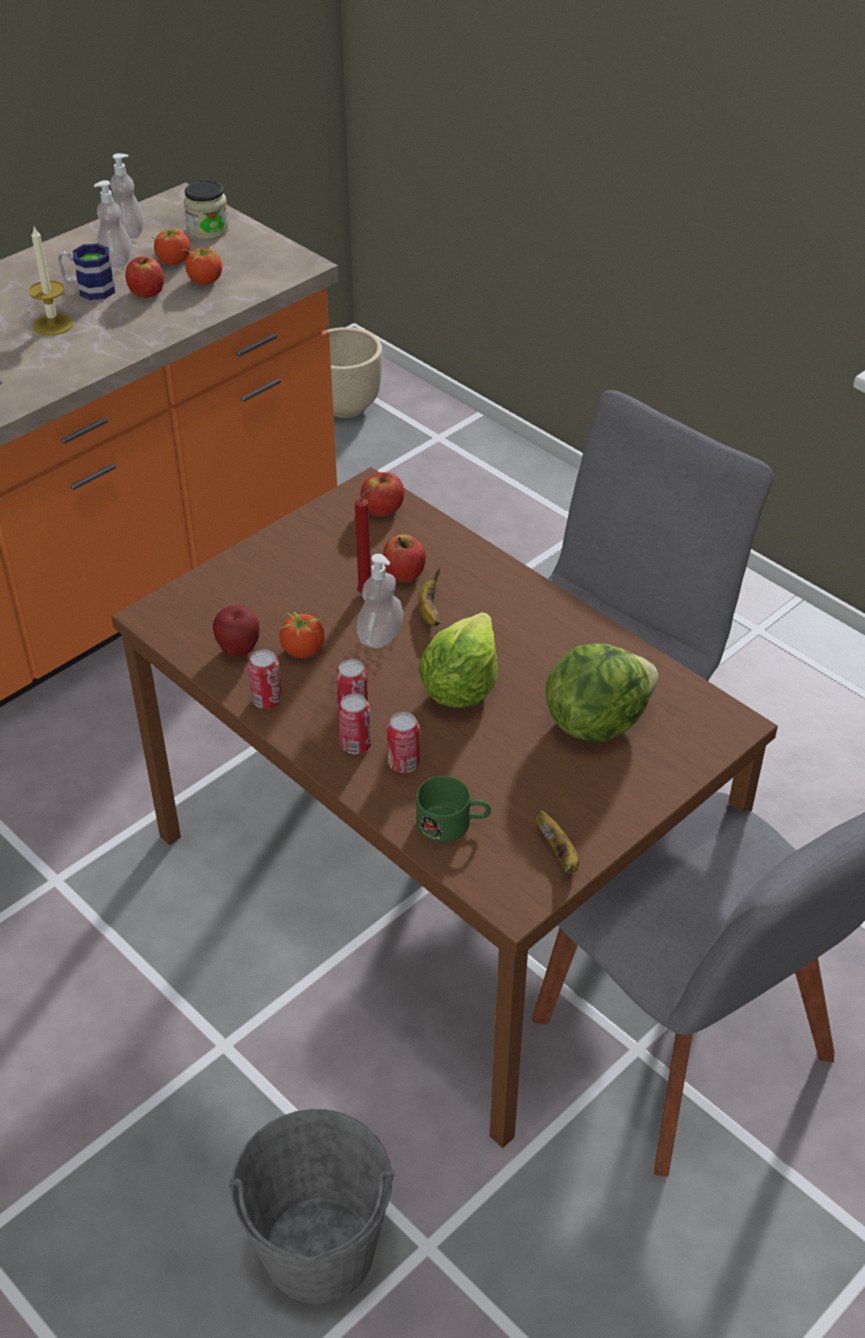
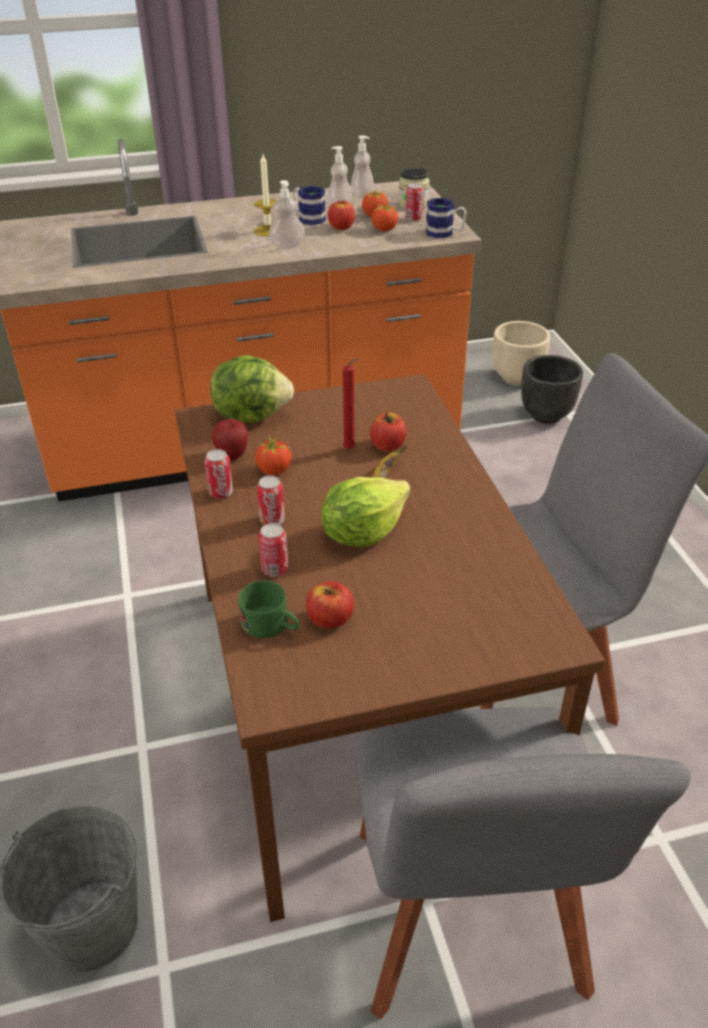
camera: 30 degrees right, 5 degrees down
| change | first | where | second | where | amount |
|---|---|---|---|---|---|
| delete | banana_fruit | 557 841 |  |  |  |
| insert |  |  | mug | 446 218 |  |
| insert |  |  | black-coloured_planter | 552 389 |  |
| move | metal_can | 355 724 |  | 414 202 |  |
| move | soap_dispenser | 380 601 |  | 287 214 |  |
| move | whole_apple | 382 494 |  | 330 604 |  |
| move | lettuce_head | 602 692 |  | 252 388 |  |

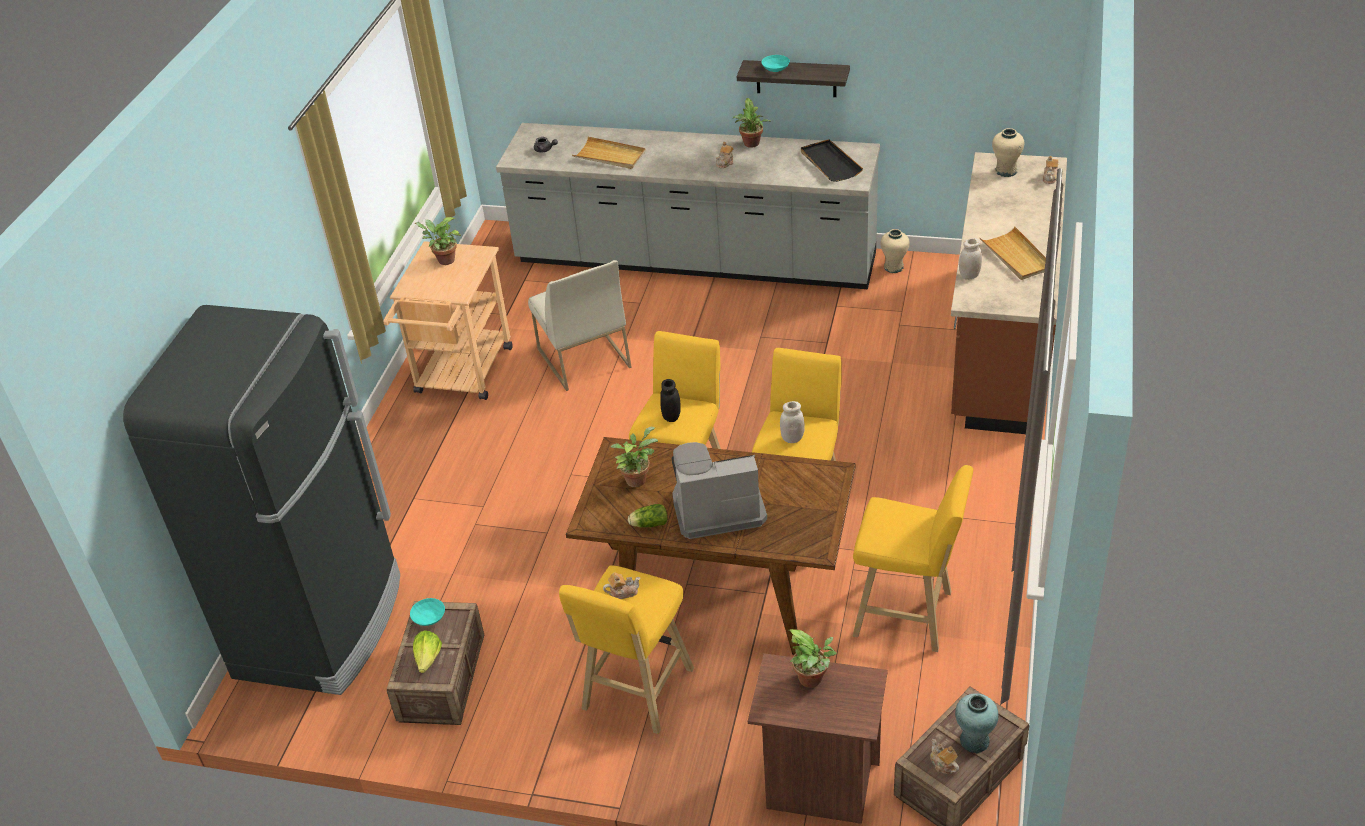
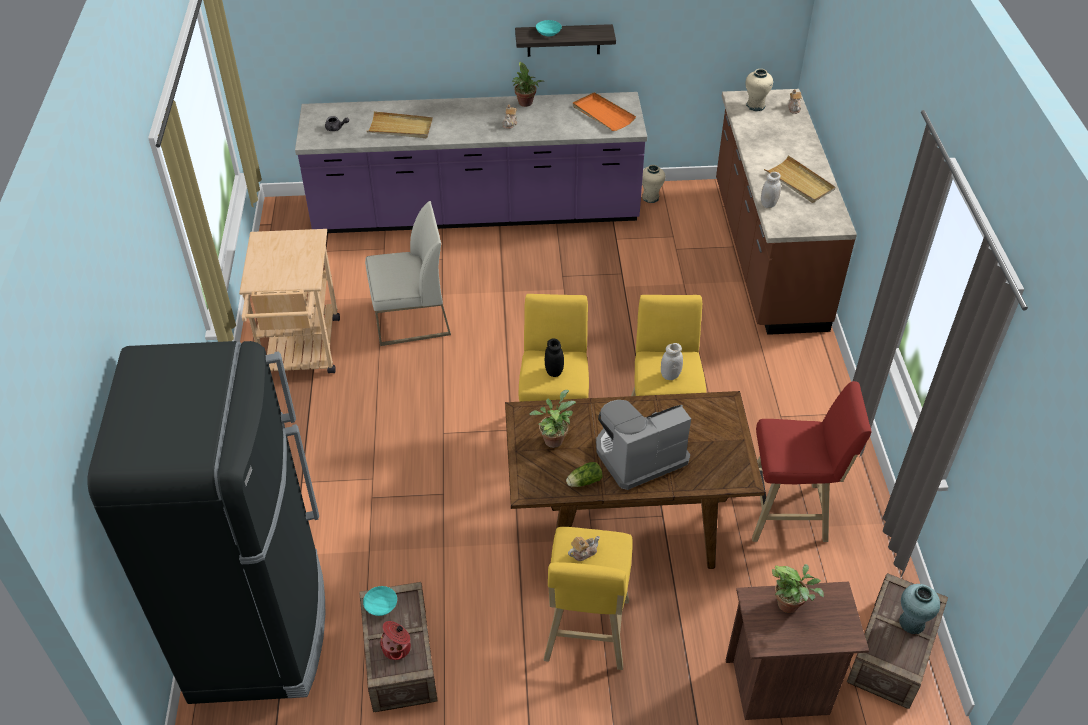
camera: 20 degrees left, 5 degrees up
| change | first | where | second | where | amount |
|---|---|---|---|---|---|
| delete | plant_in_a_pot | 438 241 |  |  |  |
| delete | tea_pot | 944 756 |  |  |  |
| replace | lettuce_head | 427 651 | cooking_pot | 395 640 |  |
| recolor | greyish_counter | 688 206 | purple-coloured_counter | 471 162 |  |
| recolor | black-coloured_carrying_tray | 832 160 | orange_carrying_tray | 604 111 |  |
| recolor | yellow-coloured_stool | 913 558 | red-coloured_stool | 812 461 |  |
| rotate | whitish_plain_chair | 580 325 |  | 408 273 | 60 degrees counterclockwise |

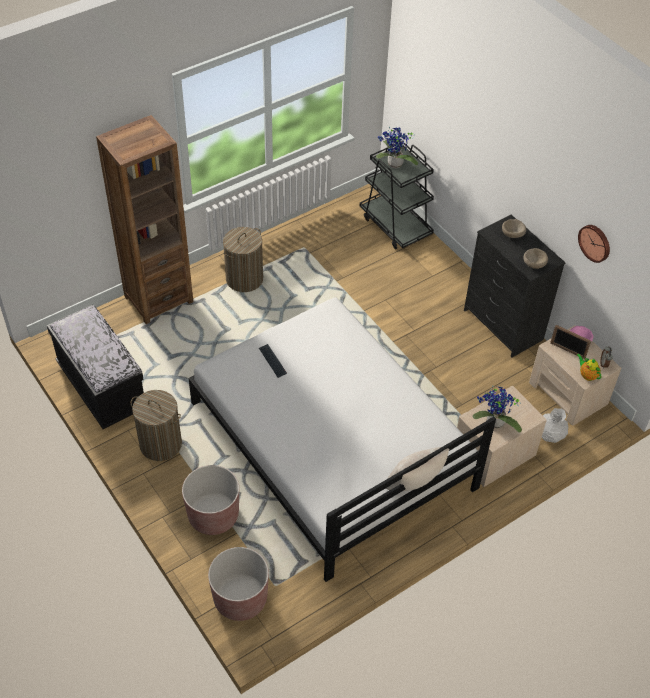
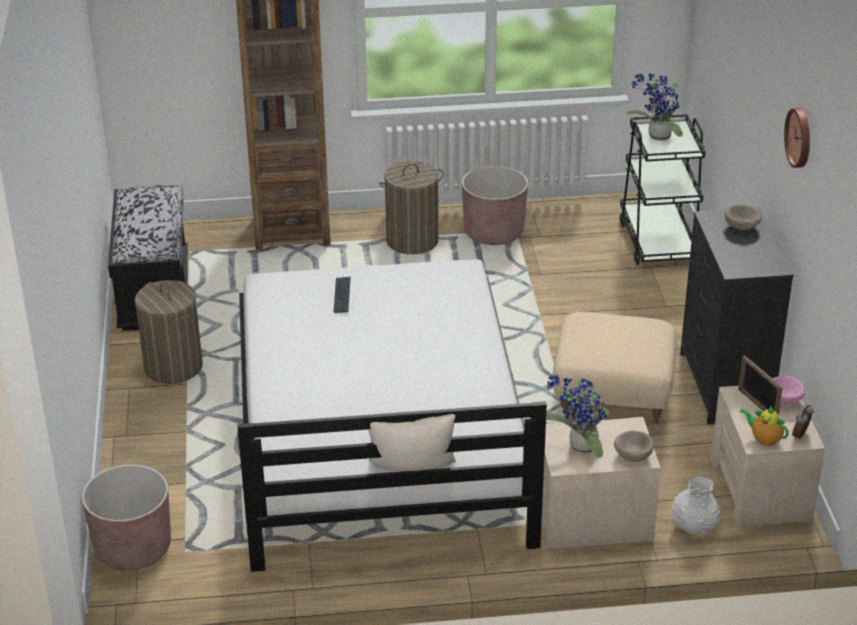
camera: 30 degrees right, 15 degrees down
| change | first | where | second | where | amount |
|---|---|---|---|---|---|
| insert |  |  | sand-coloured_pouffe | 615 370 |  |
| move | brown-coloured_planter | 210 500 |  | 495 205 |  |
| move | sand-coloured_bowl | 535 258 |  | 634 446 |  |
| move | hanging_clock | 594 244 |  | 797 138 |  |
| rotate | tea_pot | 589 367 |  | 764 426 | 45 degrees counterclockwise |

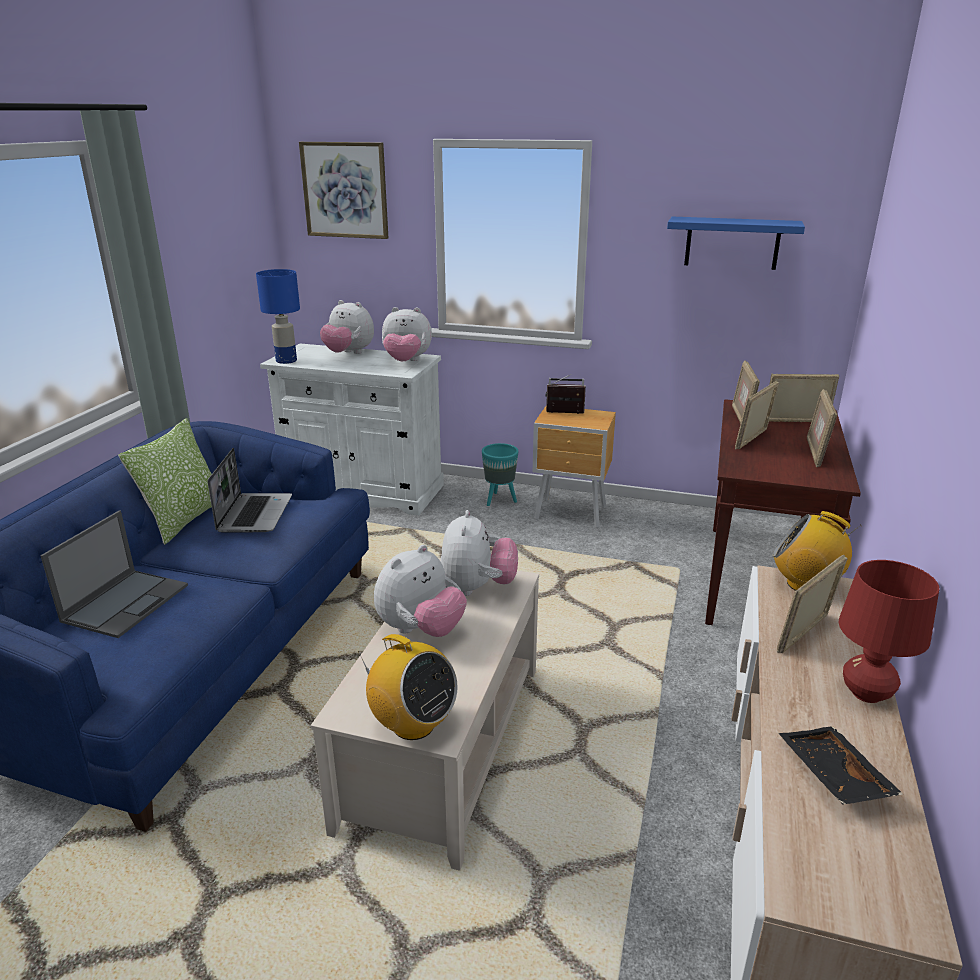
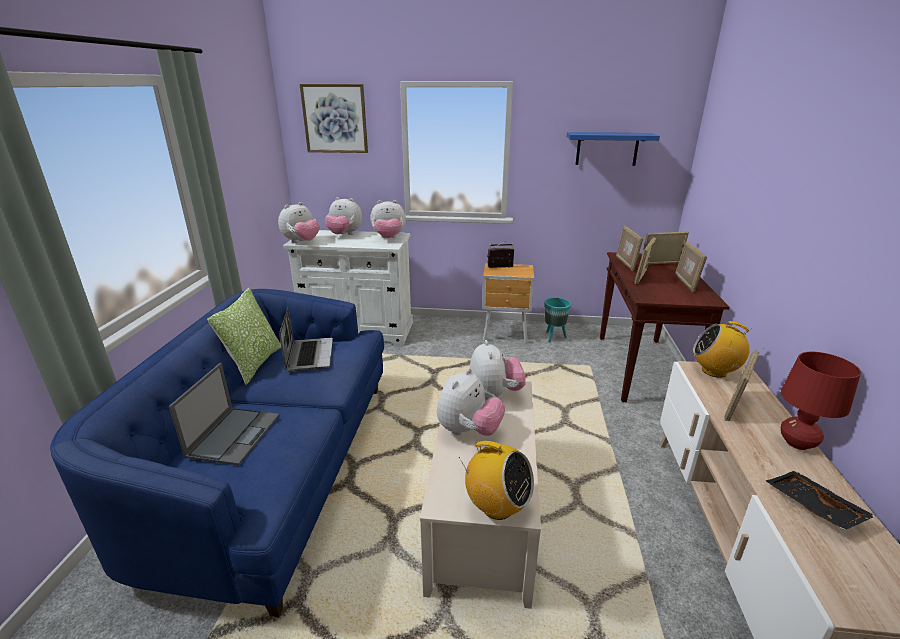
camera: 10 degrees left, 0 degrees up
| change | first | where | second | where | amount |
|---|---|---|---|---|---|
| move | turquoise_planter | 500 474 |  | 558 320 |  |
| replace | blue_tabletop_lamp | 278 316 | soft_toy | 299 222 |  |

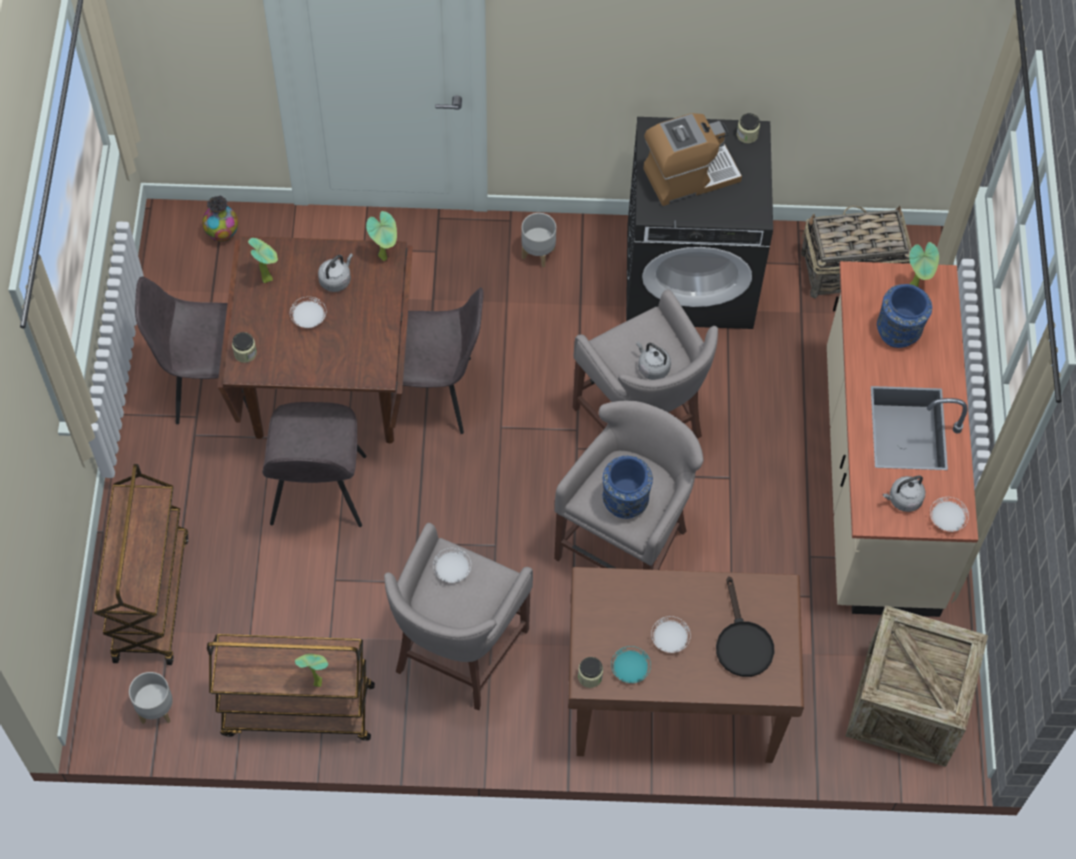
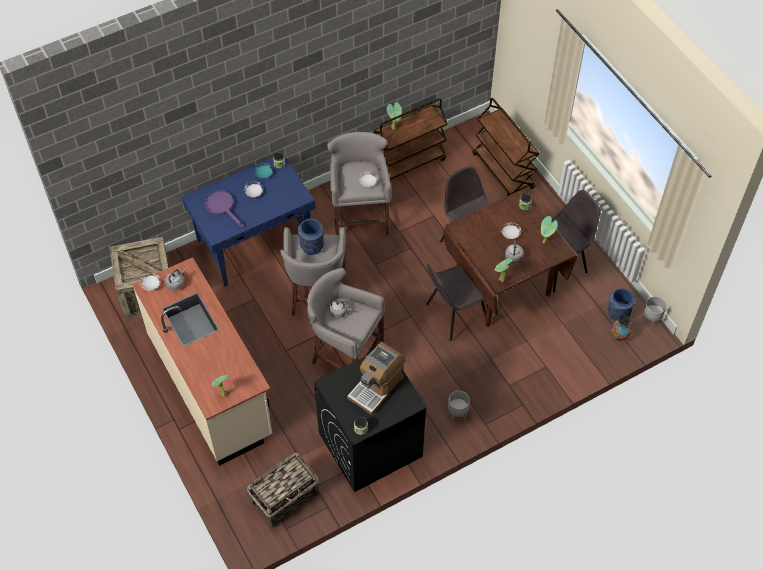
camera: 150 degrees right, 5 degrees down
| change | first | where | second | where | amount |
|---|---|---|---|---|---|
| move | greyish_planter | 151 698 |  | 654 312 |  |
| move | blue_decorative_vase | 904 316 |  | 621 304 |  |
| recolor | brown-coloured_desk | 686 665 | blue_desk | 249 220 |  |
| recolor | black-coloured_frying_pan | 745 626 | purple-coloured_frying_pan | 224 209 |  |

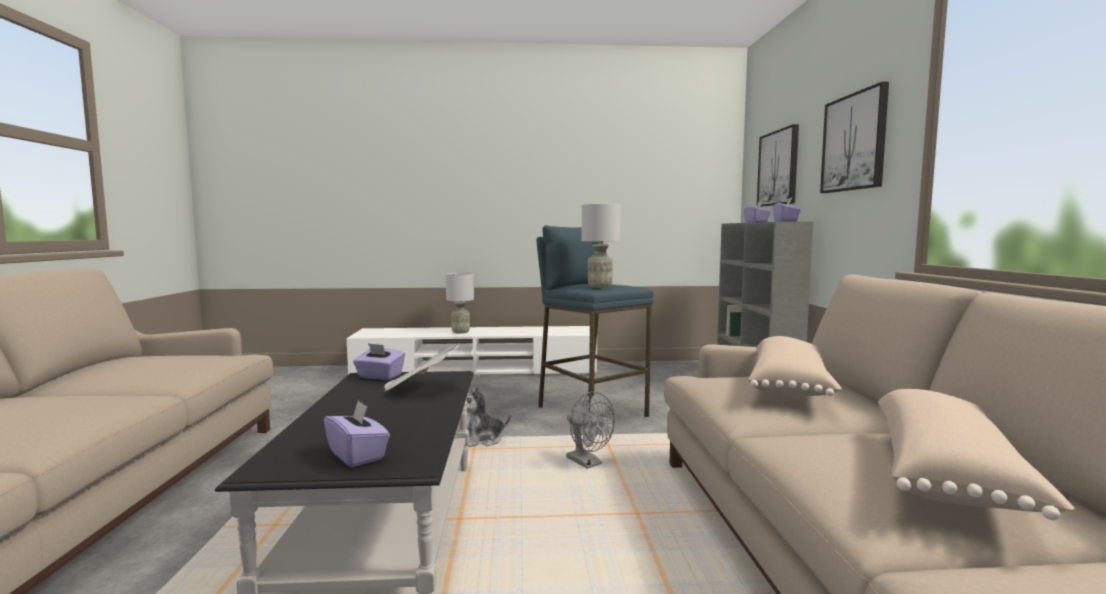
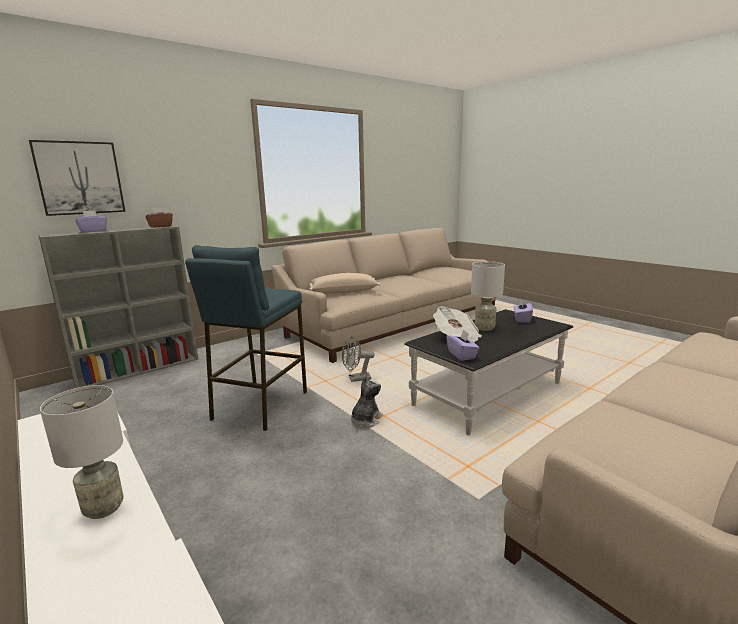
camera: 125 degrees left, 10 degrees up
| change | first | where | second | where | amount |
|---|---|---|---|---|---|
| delete | picture | 854 137 |  |  |  |
| delete | sand-coloured_throw_pillow | 976 454 |  |  |  |
| move | greyish_tabletop_lamp | 601 246 |  | 488 296 |  |
| recolor | purple-coloured_box_of_tissues | 787 210 | brown-coloured_box_of_tissues | 159 217 |  |
| rotate | soft_toy | 488 416 |  | 367 401 | 90 degrees counterclockwise |
| rotate | greyish_cooling_fan | 590 430 |  | 358 359 | 120 degrees counterclockwise |

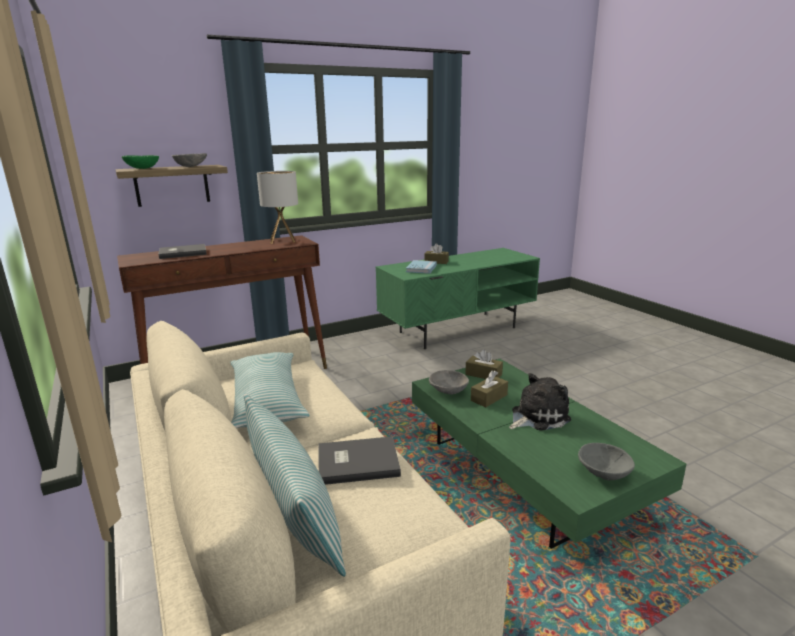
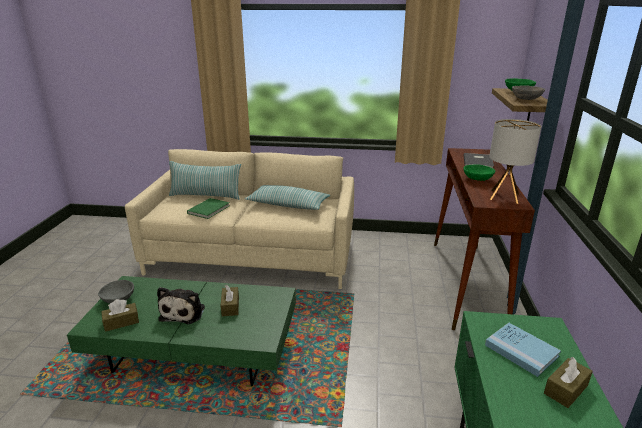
camera: 125 degrees right, 5 degrees up
| change | first | where | second | where | amount |
|---|---|---|---|---|---|
| delete | greyish_bowl | 449 382 |  |  |  |
| insert |  |  | green_bowl | 479 172 |  |
| move | brown-coloured_box_of_tissues | 484 364 |  | 120 315 |  |
| recolor | greyish_book | 359 460 | green_book | 208 208 |  |

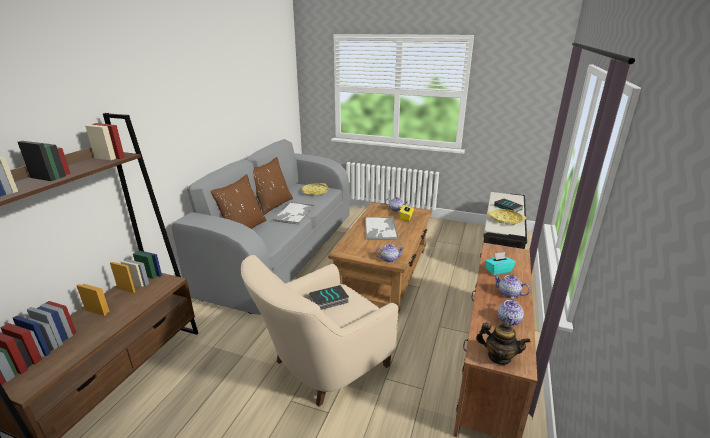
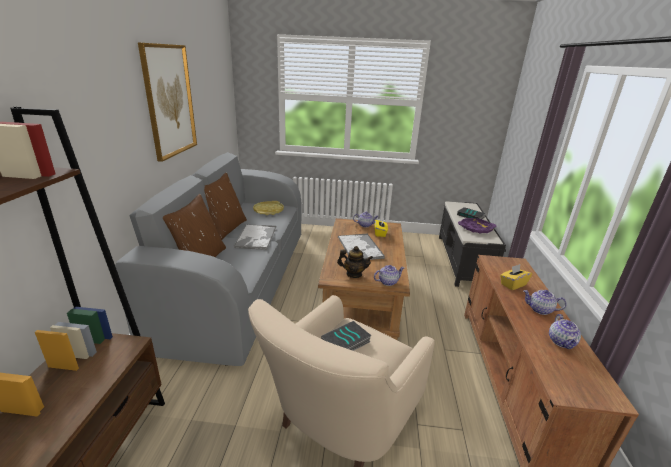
camera: 15 degrees left, 0 degrees up
| change | first | where | second | where | amount |
|---|---|---|---|---|---|
| insert |  |  | picture | 167 102 |  |
| move | tea_pot | 503 343 |  | 355 262 |  |
| recolor | turquoise_box_of_tissues | 500 263 | yellow-coloured_box_of_tissues | 516 277 |  |
| recolor | yellow-coloured_carrying_tray | 506 217 | purple-coloured_carrying_tray | 477 225 |  |

